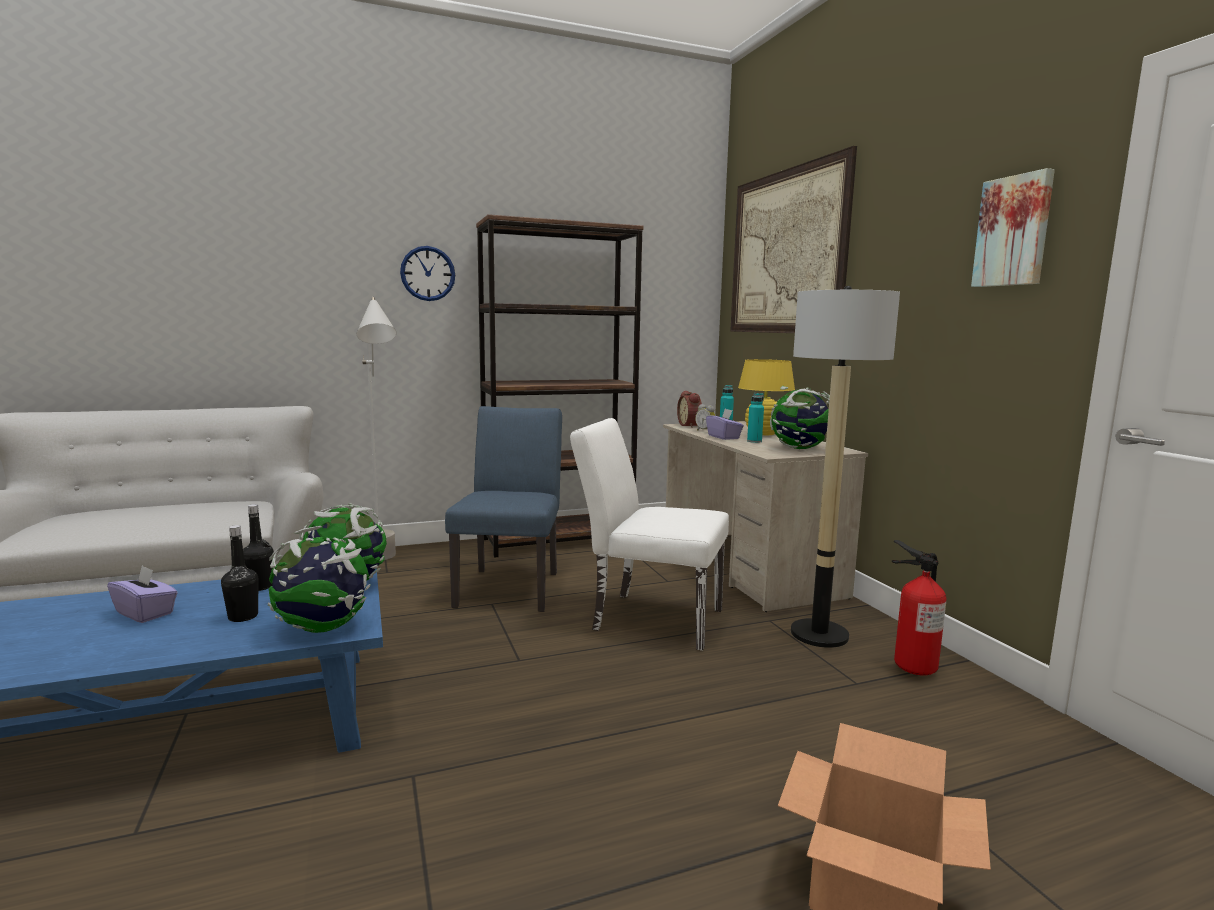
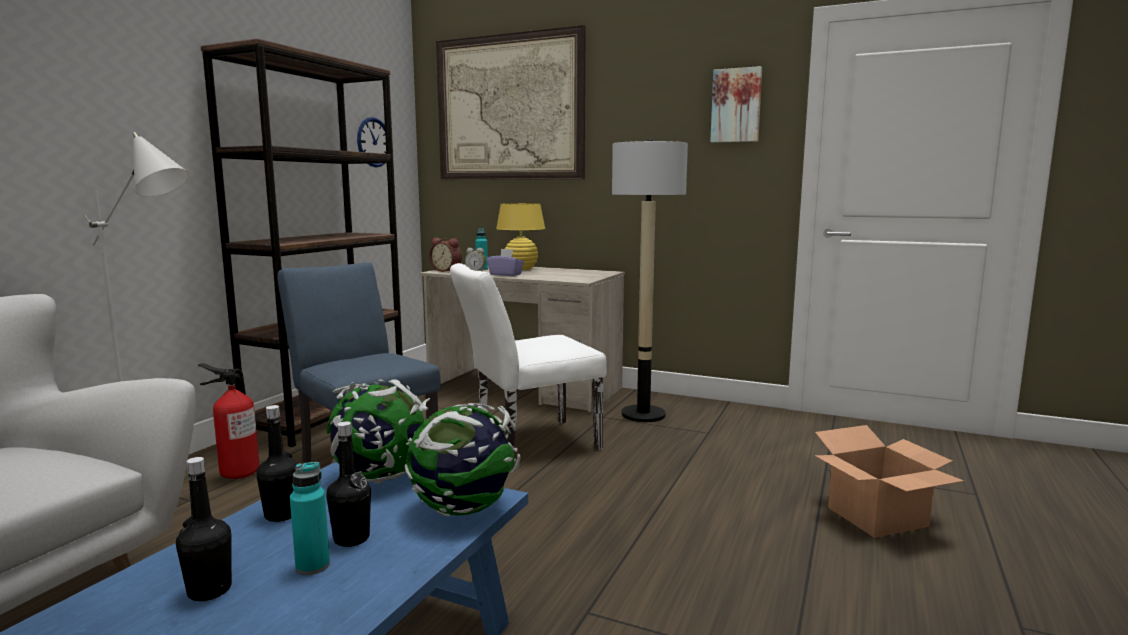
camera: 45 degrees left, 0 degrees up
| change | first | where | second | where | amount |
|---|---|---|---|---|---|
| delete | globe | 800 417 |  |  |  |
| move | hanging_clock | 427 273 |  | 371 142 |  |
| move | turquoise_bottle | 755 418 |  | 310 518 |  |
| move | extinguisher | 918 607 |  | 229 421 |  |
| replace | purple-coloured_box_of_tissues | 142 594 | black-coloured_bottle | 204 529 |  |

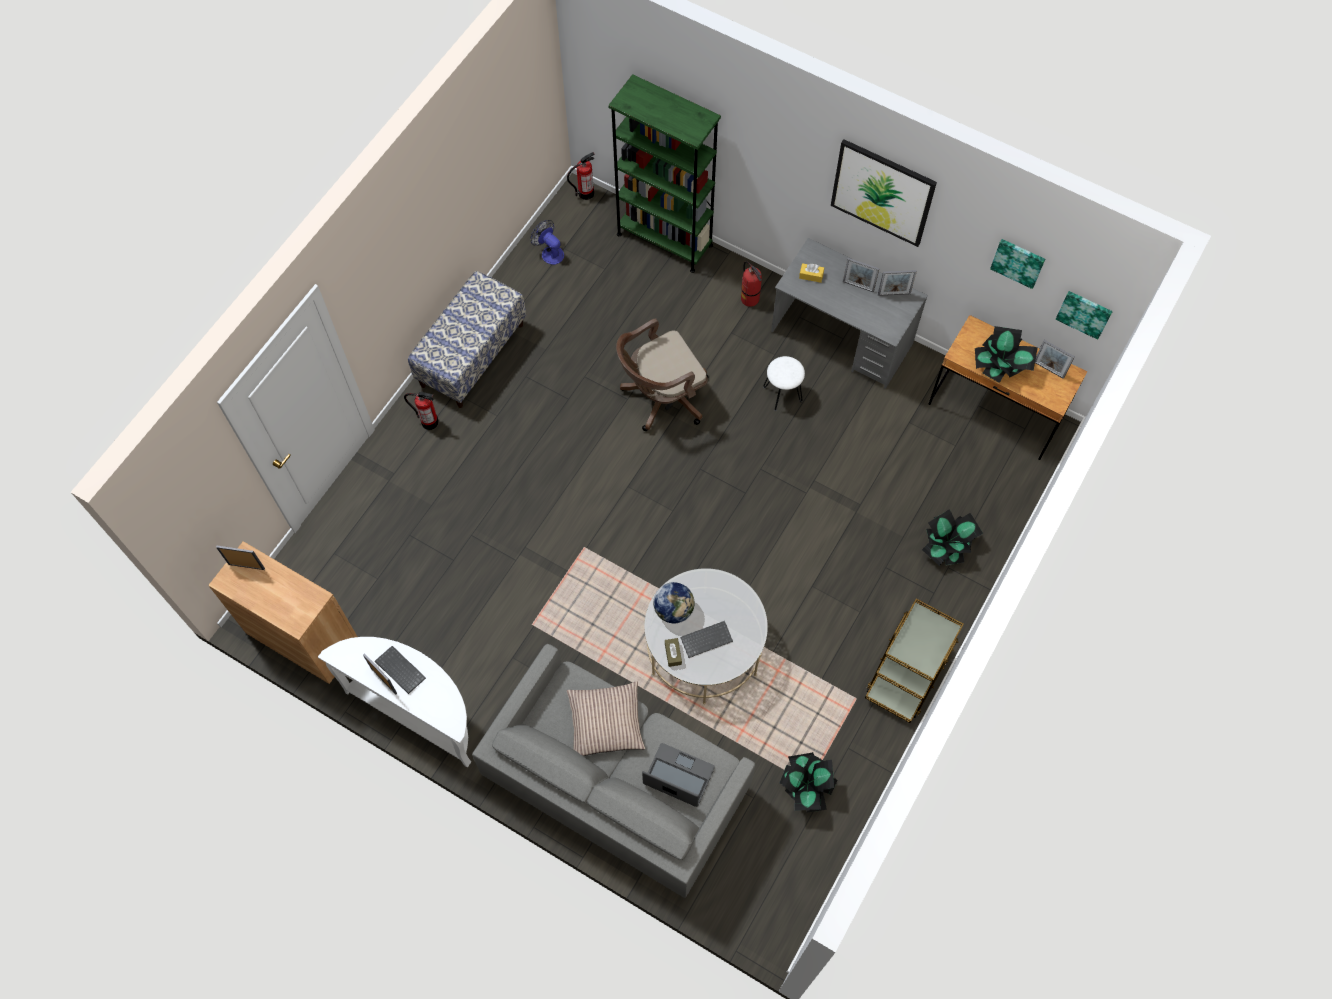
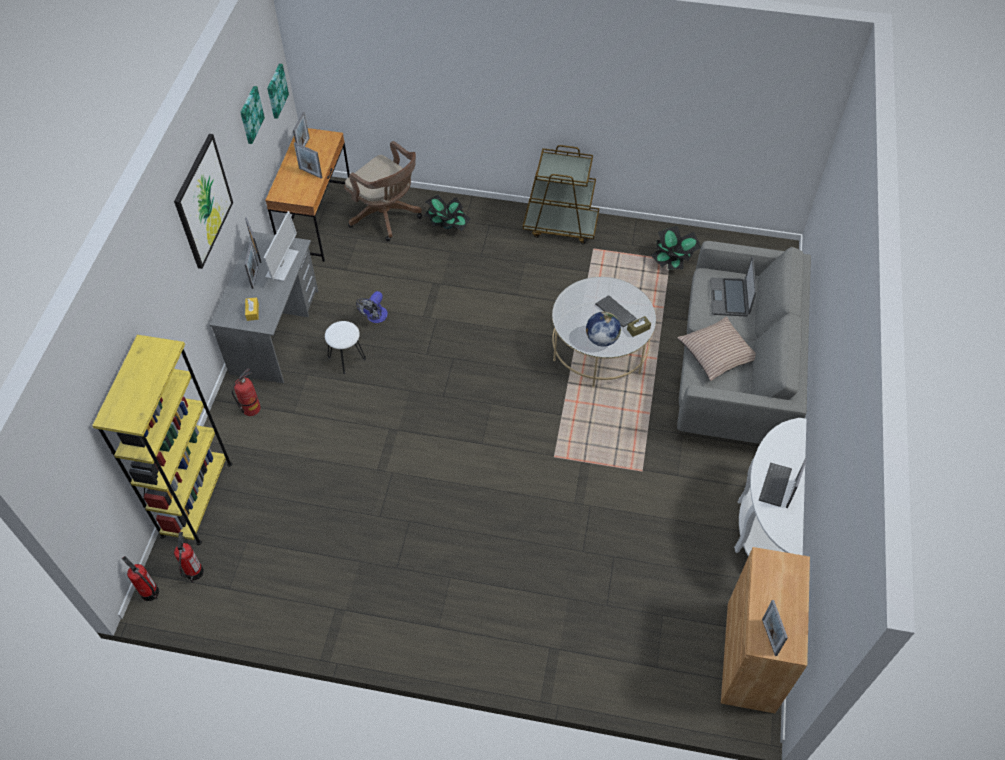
camera: 110 degrees left, 10 degrees down
| change | first | where | second | where | amount |
|---|---|---|---|---|---|
| delete | long_seat | 467 339 |  |  |  |
| insert |  |  | computer_display | 281 246 |  |
| move | extinguisher | 421 411 |  | 189 557 |  |
| move | cooling_fan | 547 242 |  | 372 307 |  |
| move | brown-coloured_desk_chair | 662 374 |  | 383 191 |  |
| replace | plant_in_a_pot | 1006 354 | photo_frame | 308 160 |  |
| recolor | green_bookshelf | 664 173 | yellow-coloured_bookshelf | 162 440 |  |

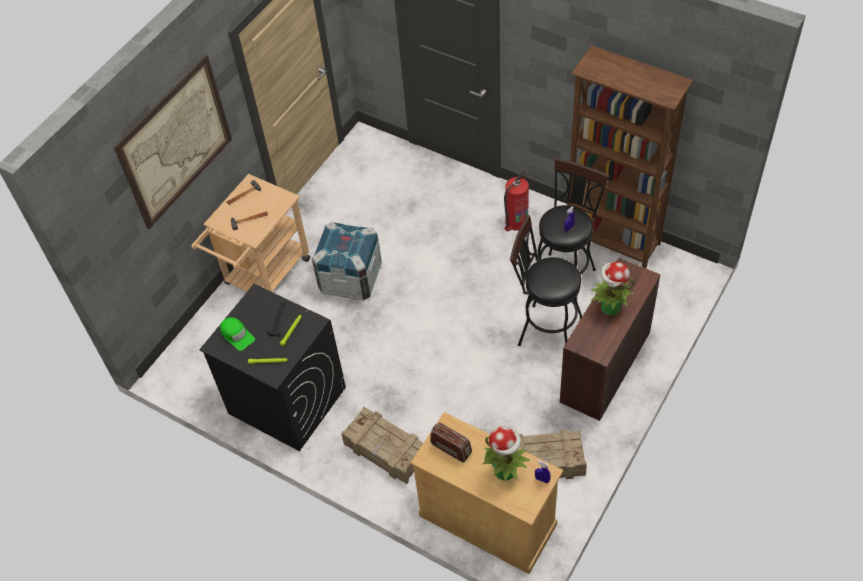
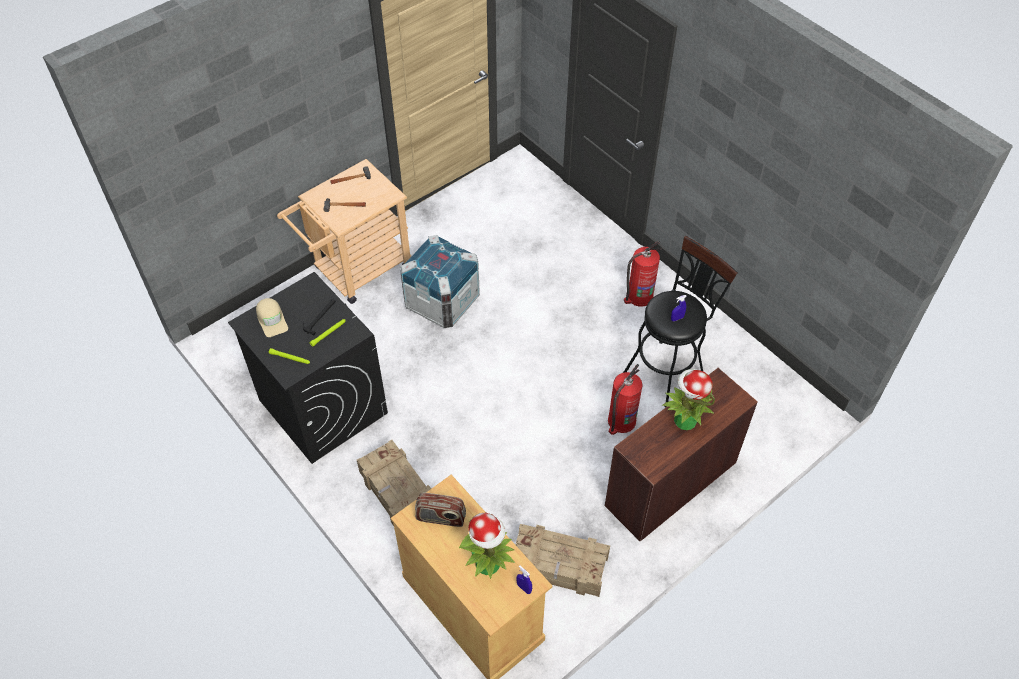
camera: 15 degrees right, 0 degrees up
| change | first | where | second | where | amount |
|---|---|---|---|---|---|
| delete | picture | 173 142 |  |  |  |
| delete | brown-coloured_bookshelf | 630 157 |  |  |  |
| replace | black-coloured_stool | 546 280 | extinguisher | 625 399 |  |
| recolor | green_peaked_cap | 237 334 | sand-coloured_peaked_cap | 272 317 |  |
| rotate | radio_receiver | 451 442 |  | 440 510 | 135 degrees clockwise |

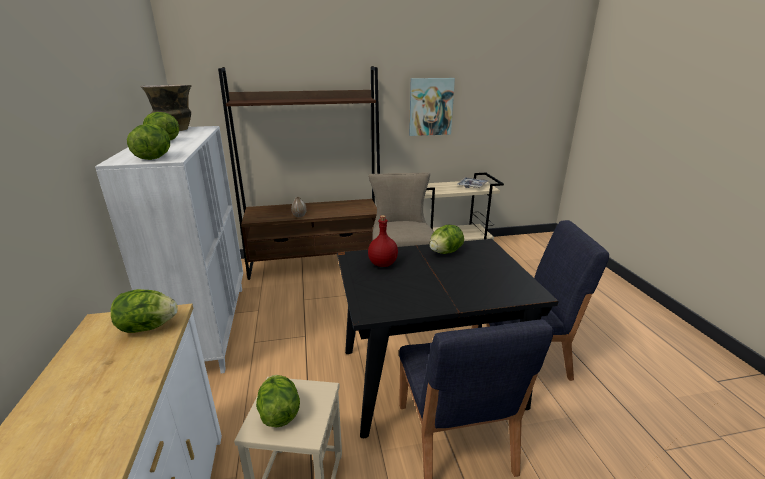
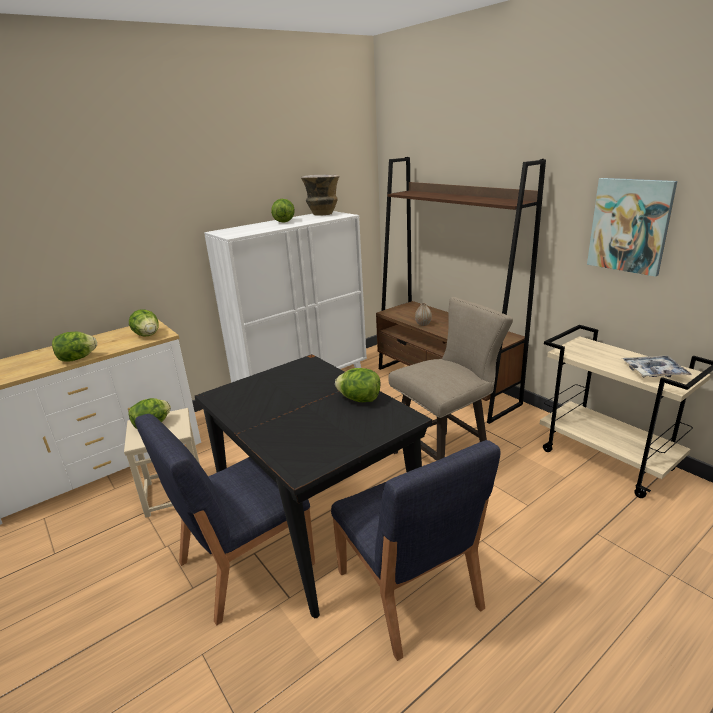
camera: 65 degrees right, 0 degrees up
| change | first | where | second | where | amount |
|---|---|---|---|---|---|
| delete | red-coloured_bottle | 383 241 |  |  |  |
| move | lettuce_head | 148 142 |  | 74 347 |  |

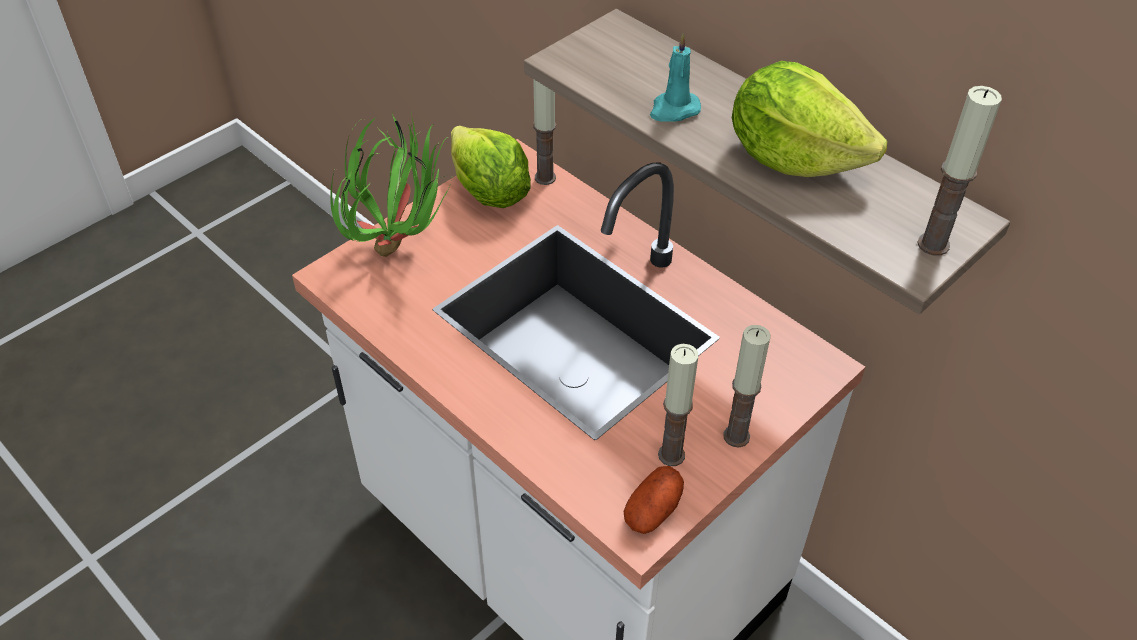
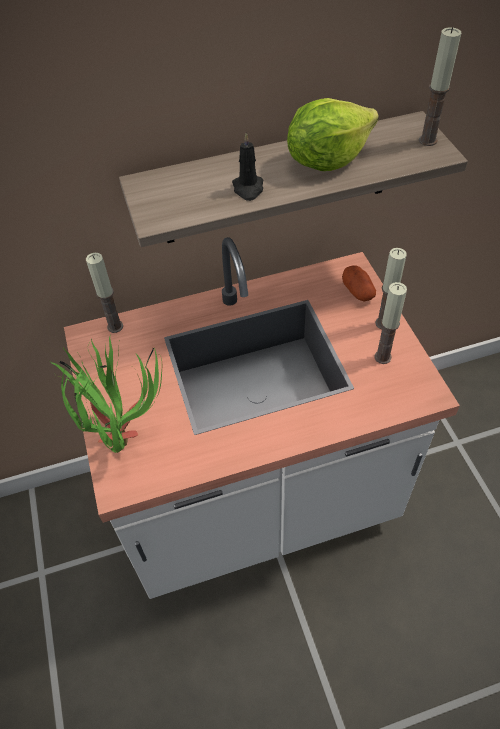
camera: 60 degrees left, 5 degrees up
| change | first | where | second | where | amount |
|---|---|---|---|---|---|
| delete | lettuce_head | 491 166 |  |  |  |
| move | whole_potato | 653 500 |  | 359 283 |  |
| recolor | turquoise_wax_candle | 675 78 | black-coloured_wax_candle | 247 167 |  |

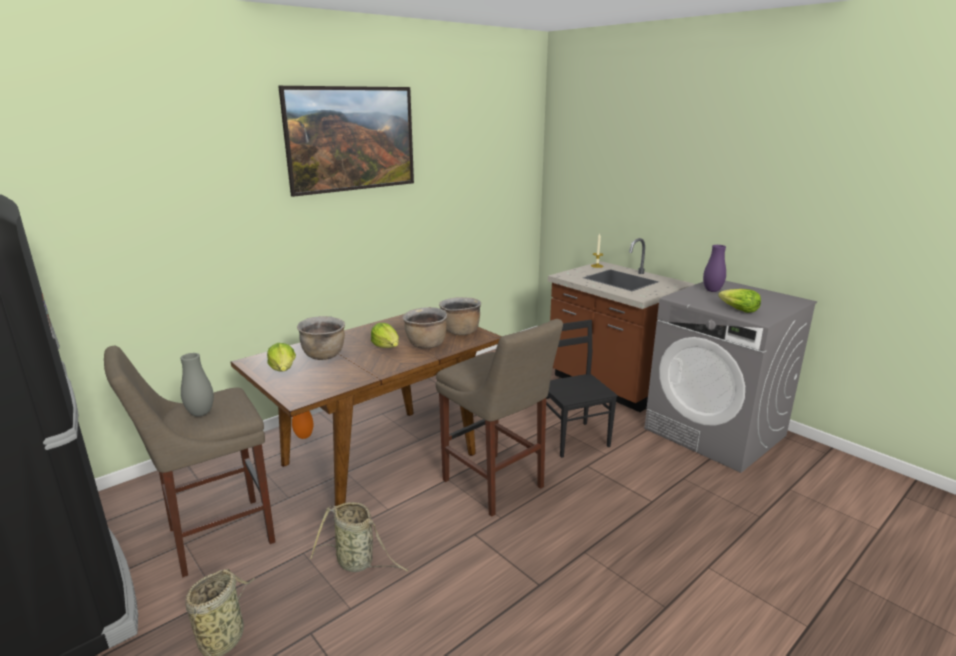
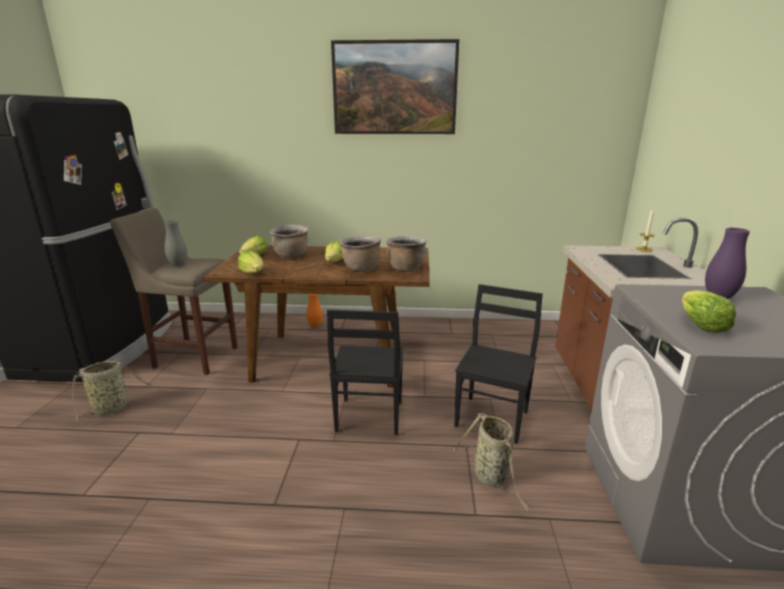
camera: 45 degrees right, 0 degrees up
| change | first | where | second | where | amount |
|---|---|---|---|---|---|
| insert |  |  | lettuce_head | 251 262 |  |
| move | storage_basket | 359 537 |  | 492 462 |  |
| replace | sand-coloured_stool | 499 418 | black-coloured_plain_chair | 365 372 |  |

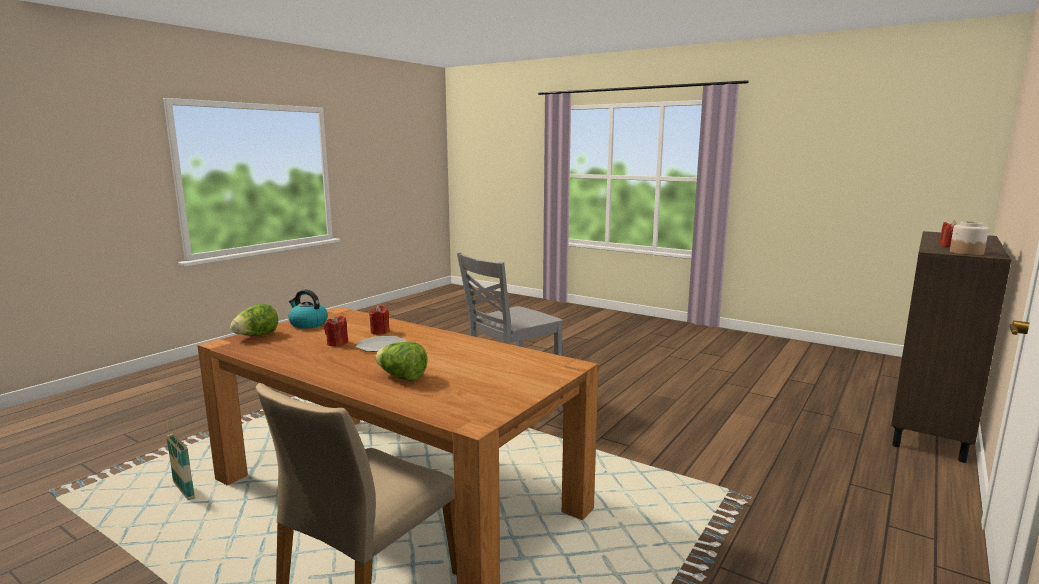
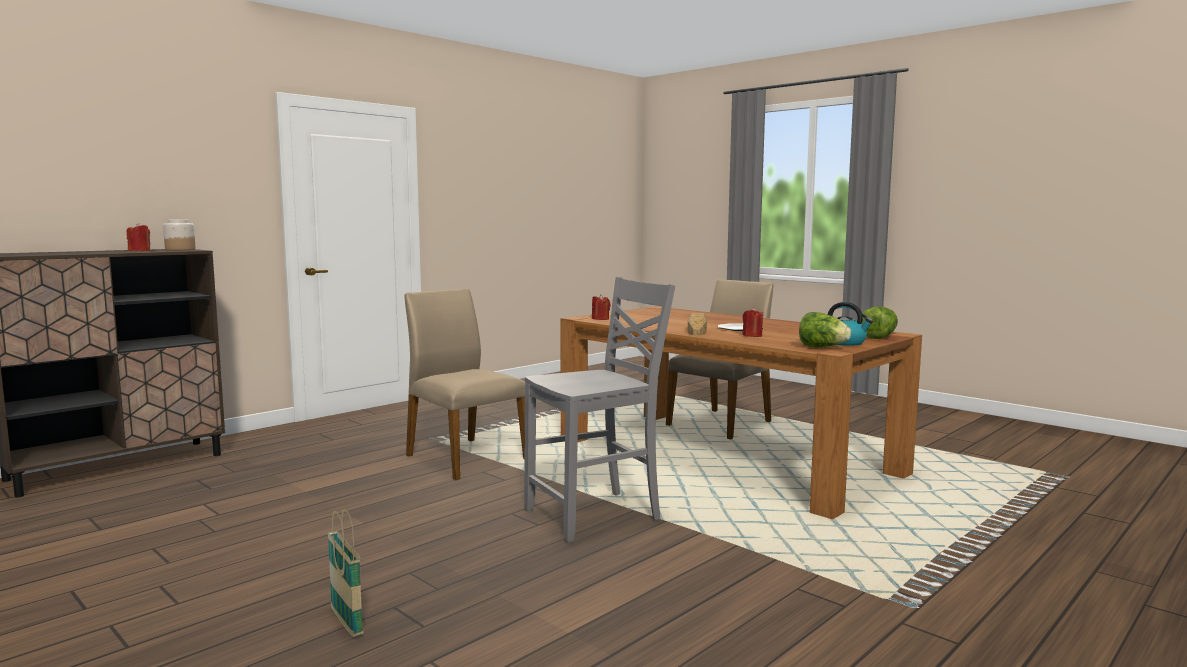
camera: 170 degrees left, 5 degrees down
| change | first | where | second | where | amount |
|---|---|---|---|---|---|
| insert |  |  | sand-coloured_plain_chair | 464 384 |  |
| insert |  |  | bread | 697 324 |  |
| move | storage_basket | 180 459 |  | 346 573 |  |
| move | red-coloured_wax_candle | 336 330 |  | 601 307 |  |
| move | lettuce_head | 401 361 |  | 825 329 |  |

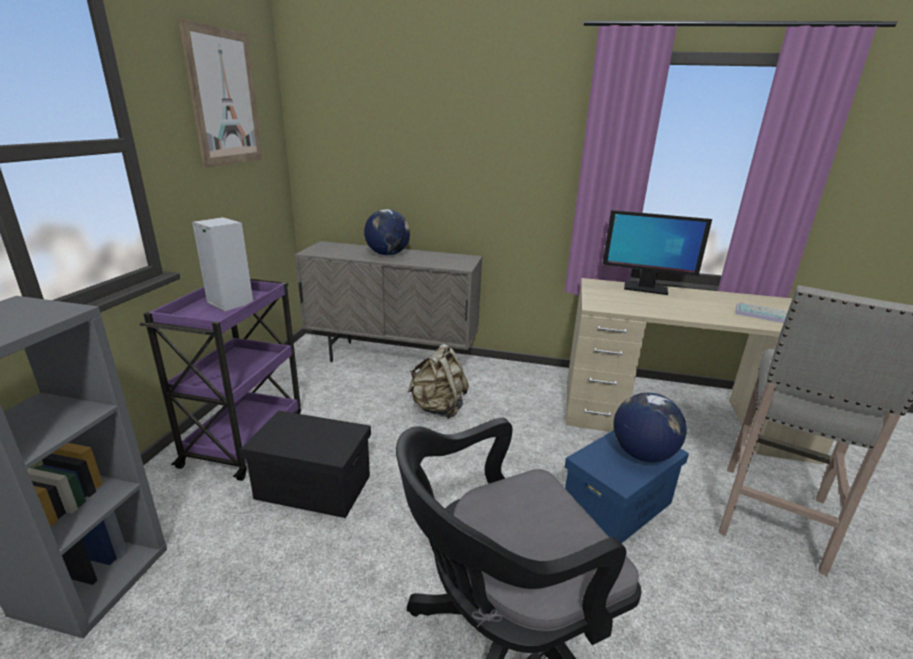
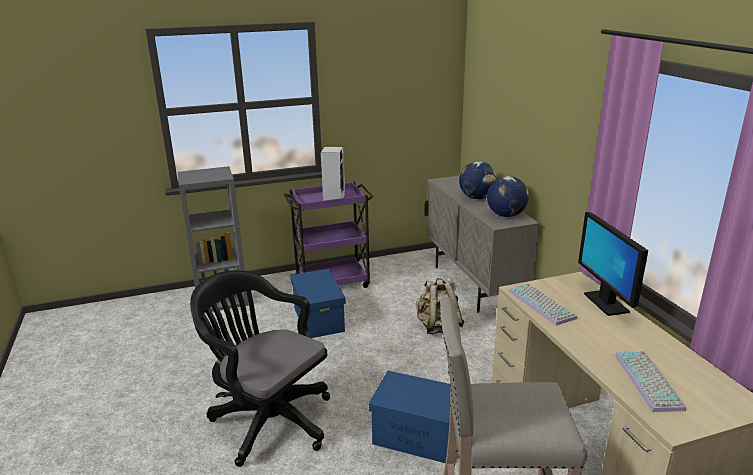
camera: 60 degrees right, 0 degrees up
| change | first | where | second | where | amount |
|---|---|---|---|---|---|
| delete | picture | 220 93 |  |  |  |
| insert |  |  | computer_keyboard | 543 305 |  |
| move | globe | 650 427 |  | 508 196 |  |
| recolor | black-coloured_storage_box | 305 464 | blue_storage_box | 318 303 |  |

